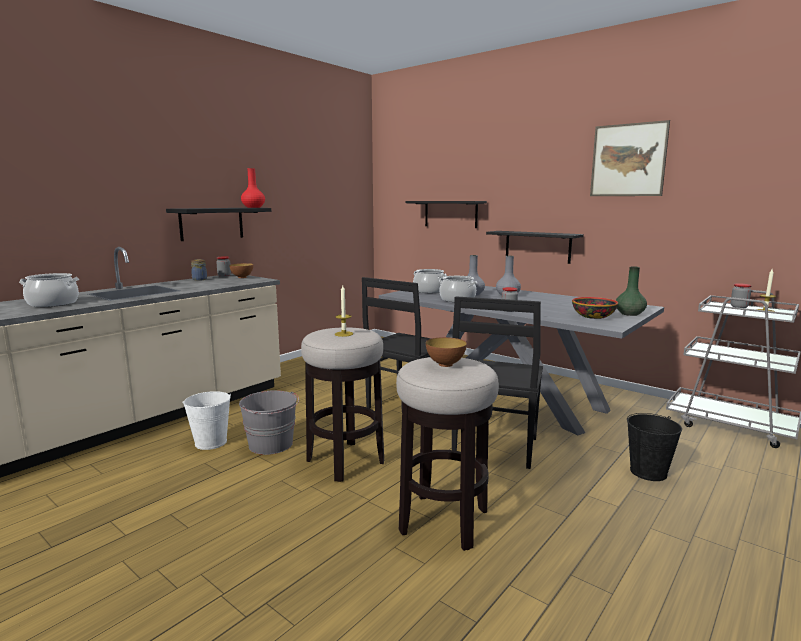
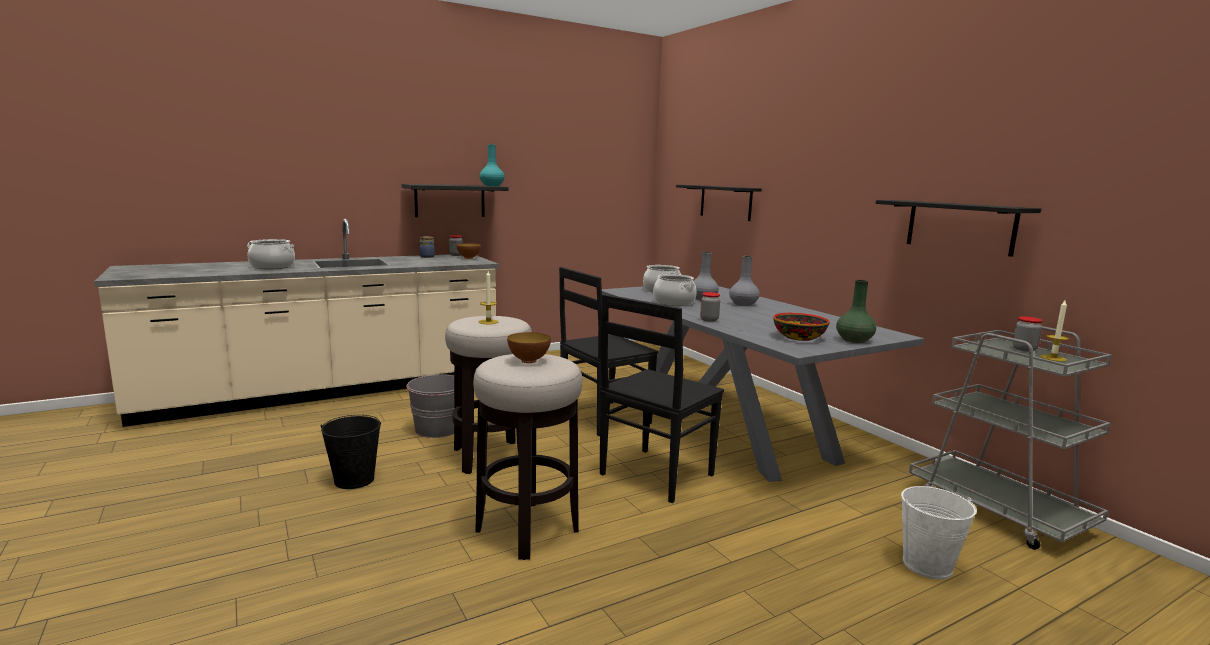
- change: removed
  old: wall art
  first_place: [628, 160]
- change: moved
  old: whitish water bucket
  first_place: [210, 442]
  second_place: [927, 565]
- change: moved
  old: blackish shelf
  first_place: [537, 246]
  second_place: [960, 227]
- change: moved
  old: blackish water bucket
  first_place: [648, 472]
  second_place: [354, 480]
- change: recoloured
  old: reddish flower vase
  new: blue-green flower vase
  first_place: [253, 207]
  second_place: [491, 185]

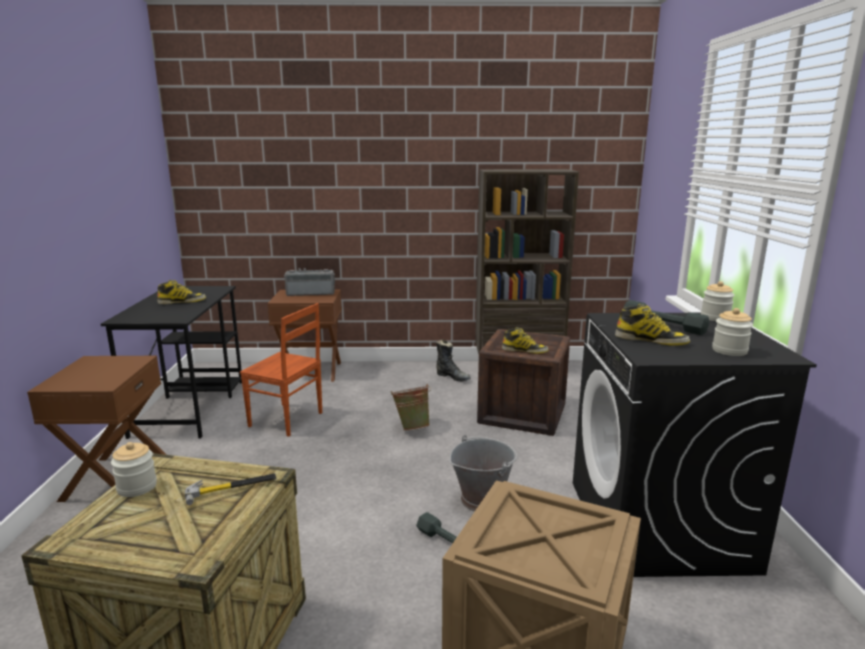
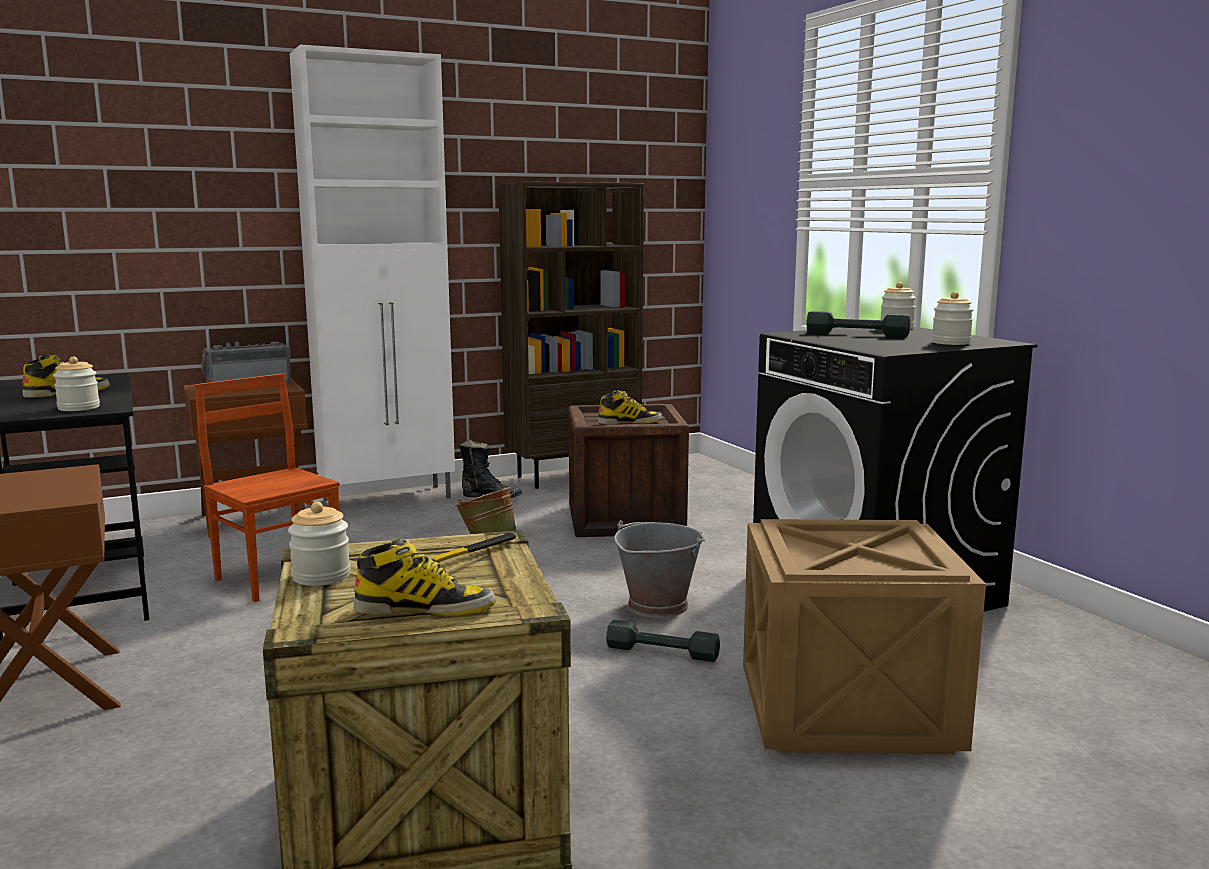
- change: added
  new: storage jar
  second_place: [79, 408]
- change: added
  new: whitish cupboard
  second_place: [389, 499]
- change: moved
  old: boot
  first_place: [651, 340]
  second_place: [425, 608]
- change: turned
  old: brownish upright chair
  first_place: [286, 420]
  second_place: [279, 577]
  degrees: -135

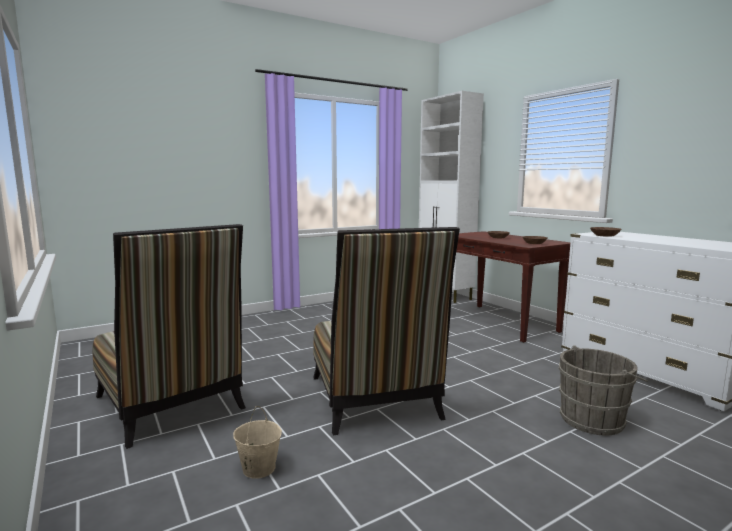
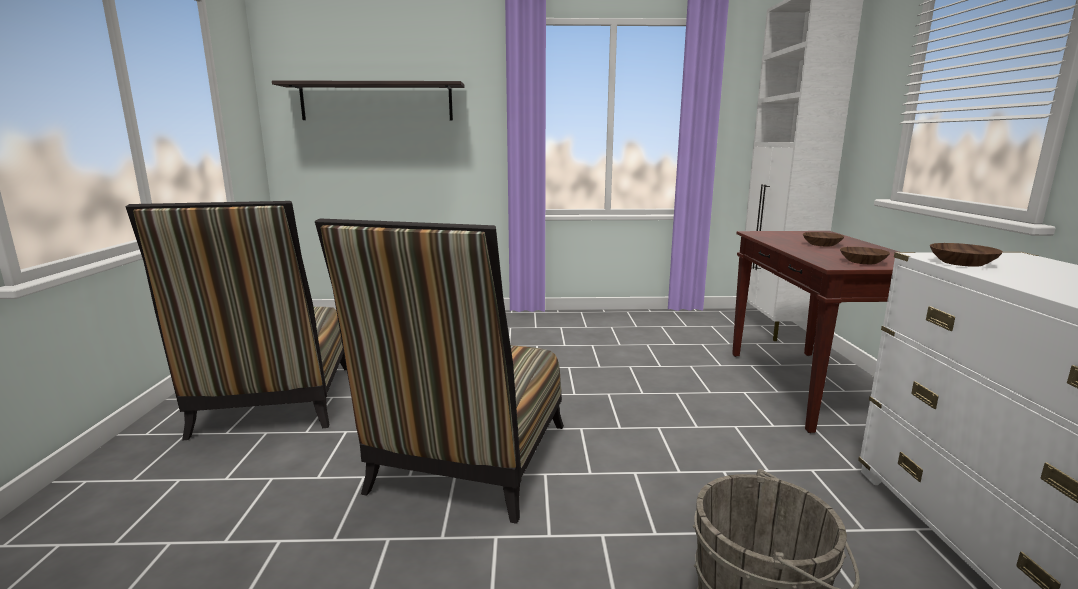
- change: removed
  old: sand-coloured water bucket
  first_place: [258, 468]
- change: added
  new: shelf
  second_place: [376, 102]

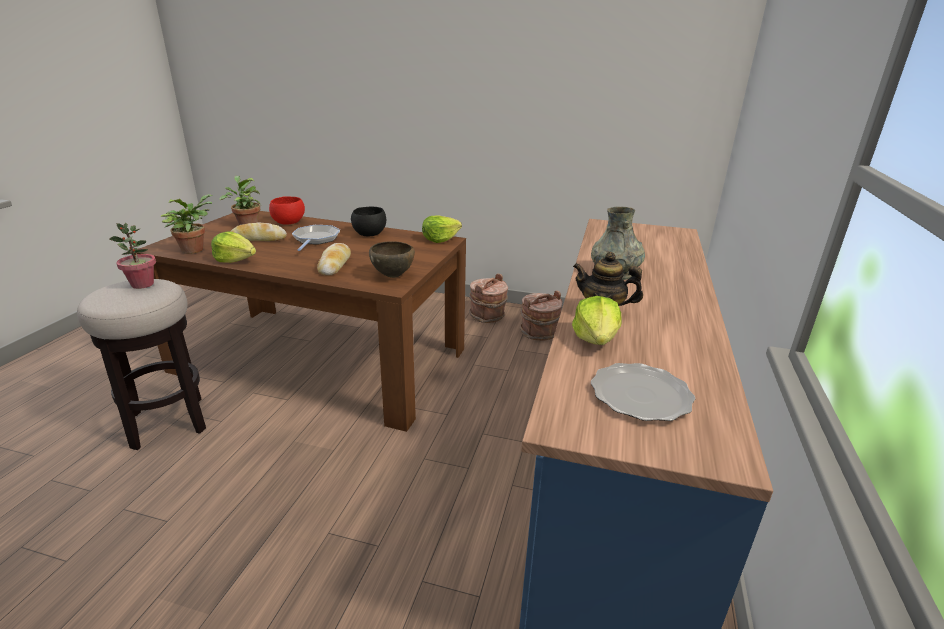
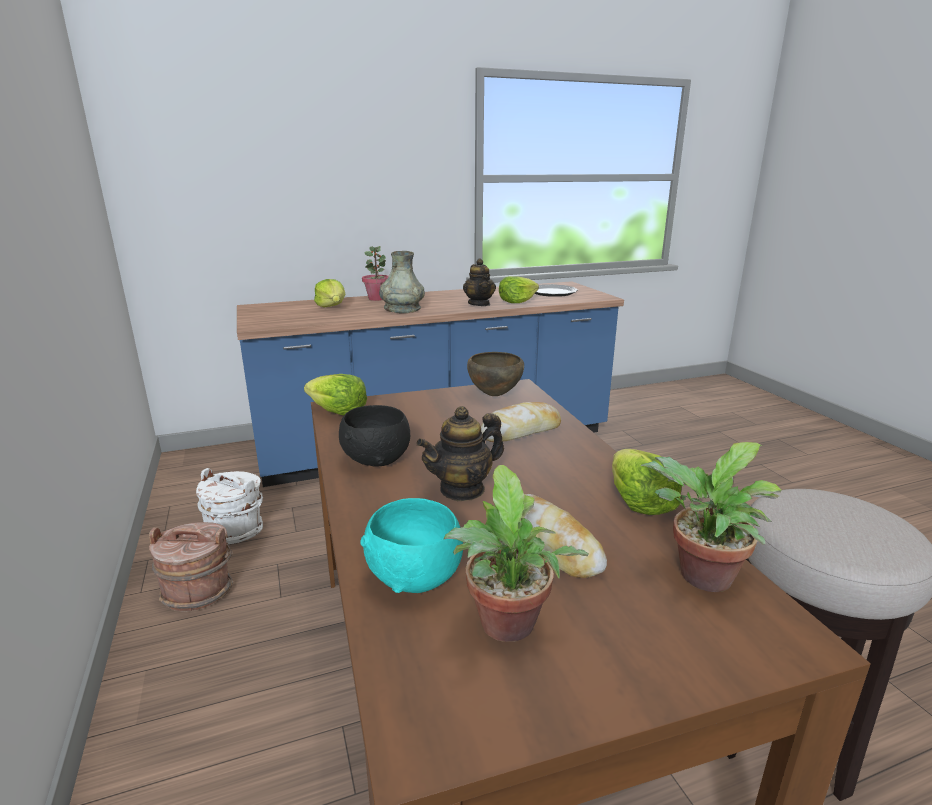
- change: added
  new: lettuce
  second_place: [332, 306]
- change: moved
  old: houseplant
  first_place: [142, 284]
  second_place: [377, 298]
- change: replaced
  old: pan
  new: pot for tea
  first_place: [315, 239]
  second_place: [462, 489]
- change: recoloured
  old: reddish bowl
  new: blue-green bowl
  first_place: [288, 223]
  second_place: [416, 577]
- change: recoloured
  old: brownish water bucket
  new: whitish water bucket
  first_place: [539, 333]
  second_place: [235, 530]

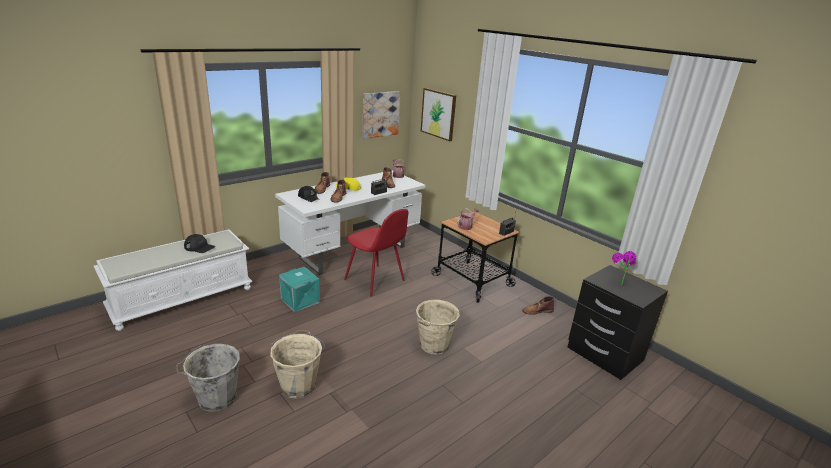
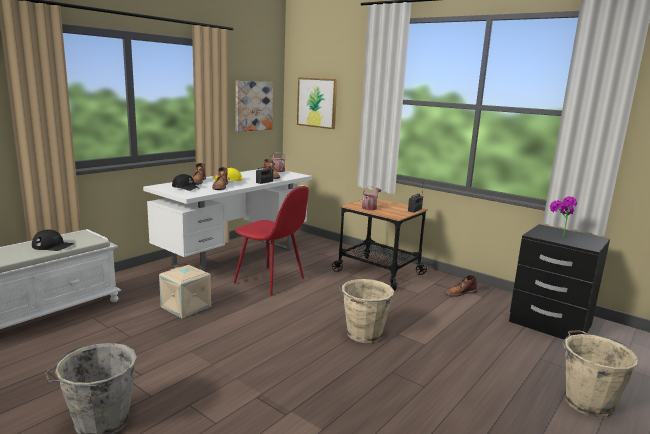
- change: moved
  old: sand-coloured water bucket
  first_place: [299, 385]
  second_place: [587, 402]
- change: recoloured
  old: blue-green storage box
  new: sand-coloured storage box
  first_place: [299, 300]
  second_place: [185, 307]

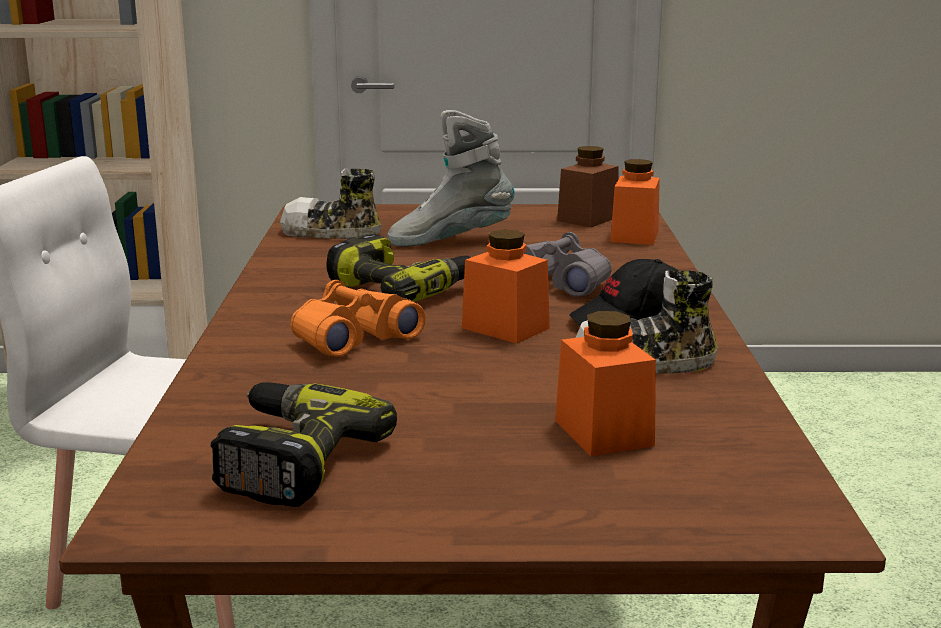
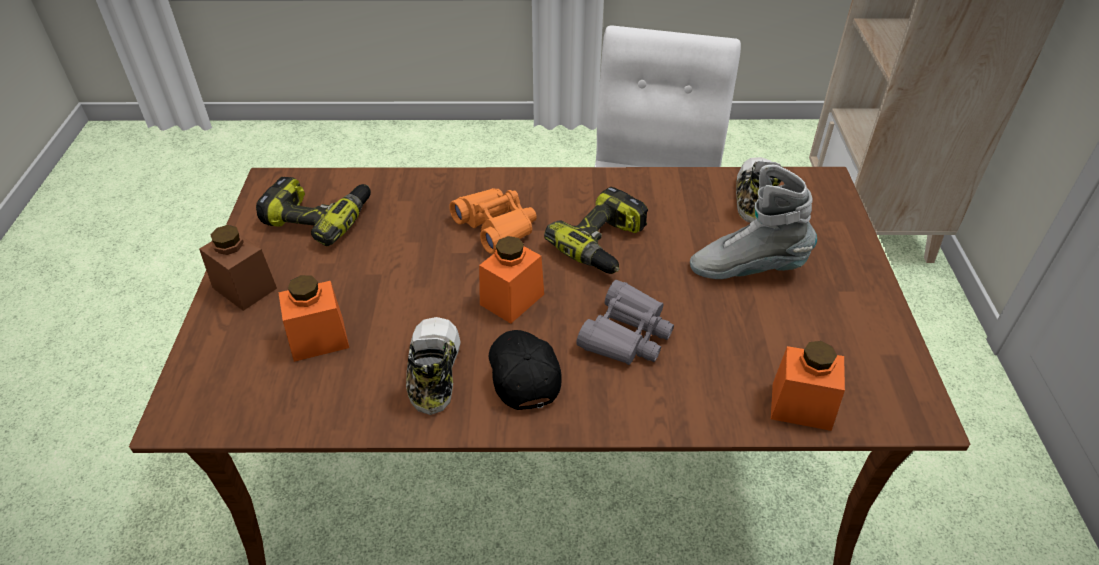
- change: moved
  old: brownish storage jar
  first_place: [588, 219]
  second_place: [244, 288]
- change: turned
  old: grey boot
  first_place: [450, 240]
  second_place: [747, 268]
  degrees: -75

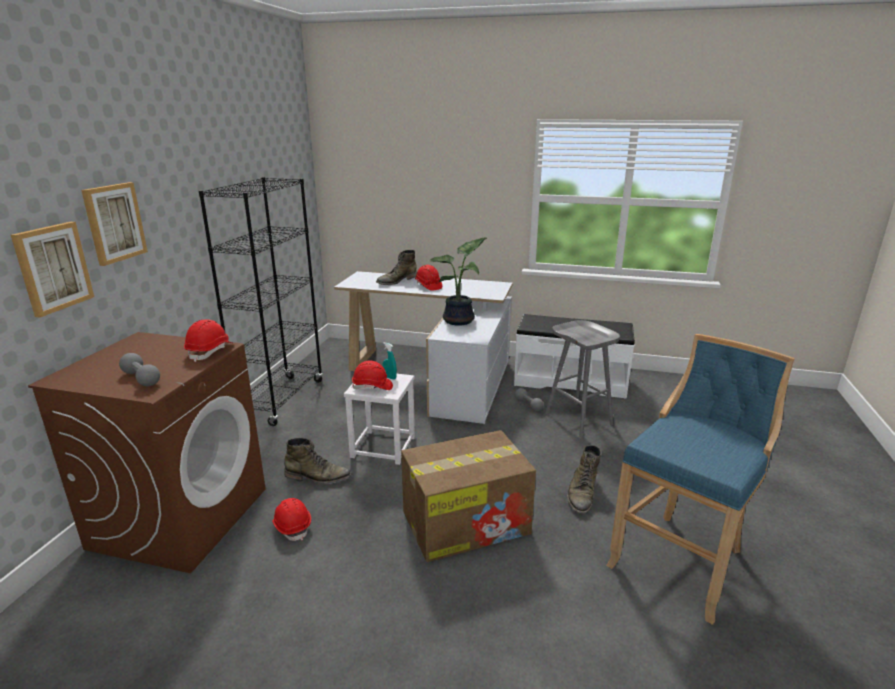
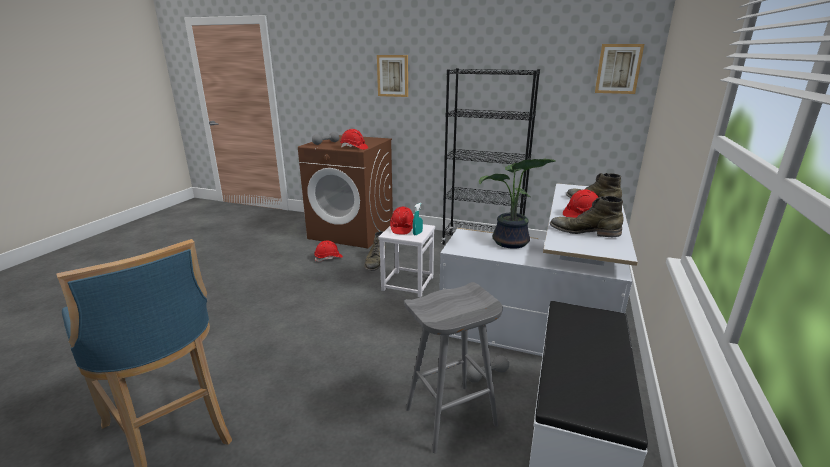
- change: removed
  old: packing box
  first_place: [467, 522]
- change: moved
  old: wall art
  first_place: [53, 268]
  second_place: [618, 69]
- change: moved
  old: greenish boot
  first_place: [581, 494]
  second_place: [584, 231]

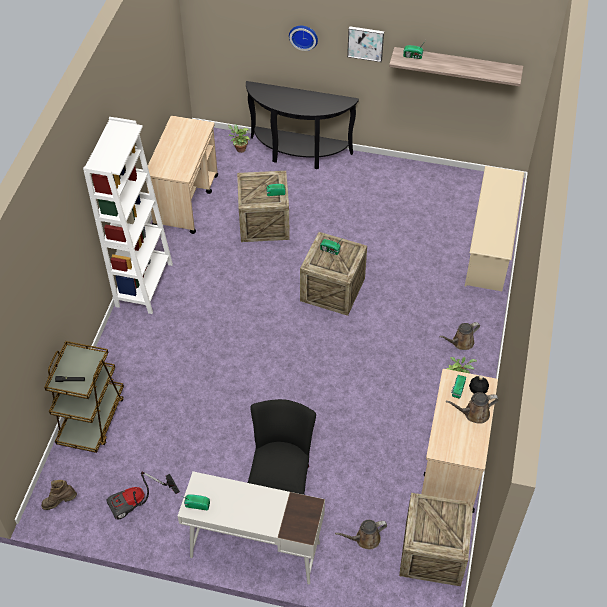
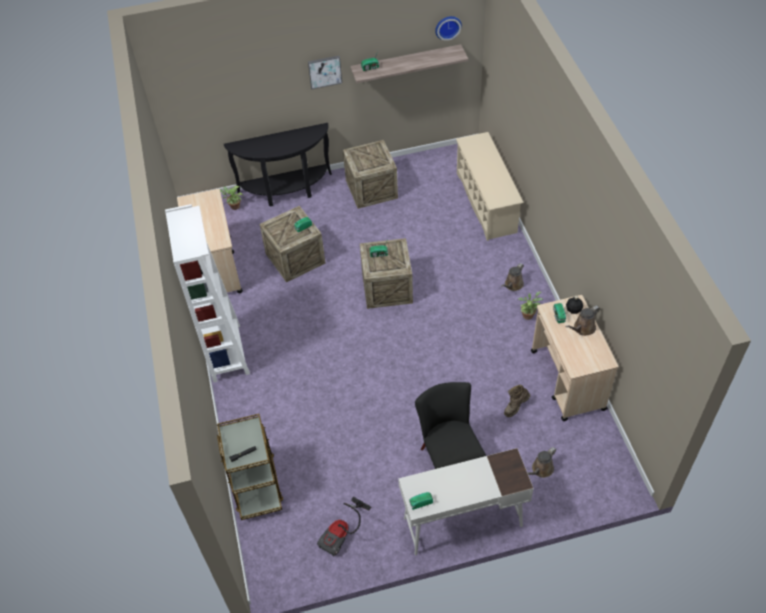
- change: moved
  old: brownish boot
  first_place: [60, 502]
  second_place: [515, 406]
- change: moved
  old: hanging clock
  first_place: [303, 36]
  second_place: [447, 26]
- change: moved
  old: crate
  first_place: [432, 552]
  second_place: [371, 189]

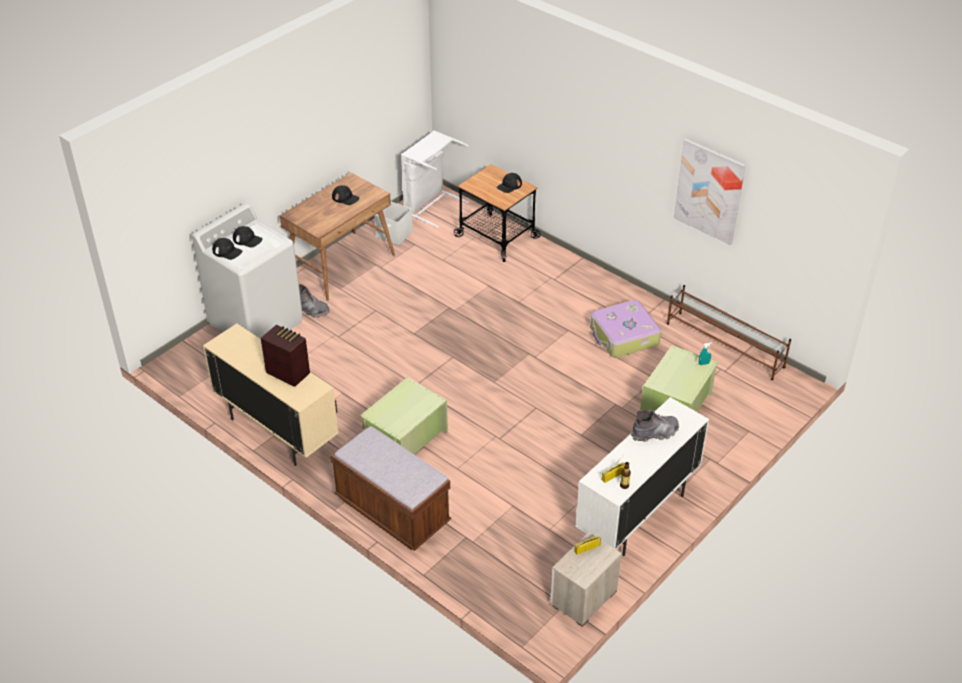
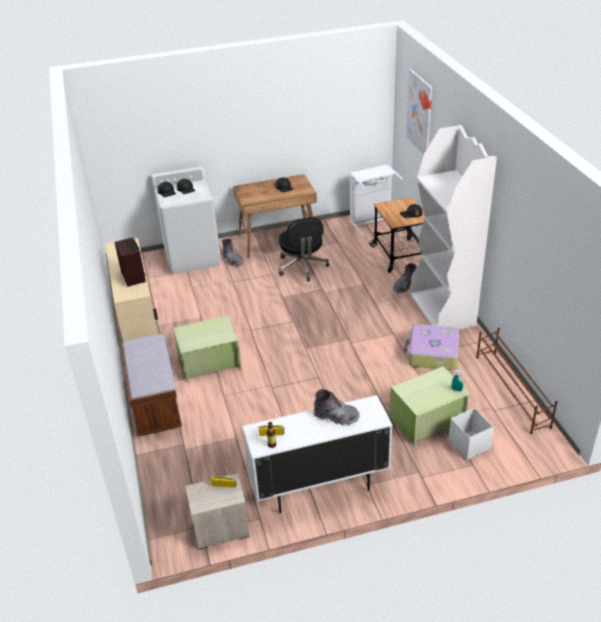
- change: added
  new: blackish computer chair
  second_place: [302, 267]
- change: added
  new: grey boot
  second_place: [404, 286]
- change: added
  new: whitish bookcase
  second_place: [443, 310]
- change: moved
  old: whitish storage box
  first_place: [394, 235]
  second_place: [469, 445]
- change: moved
  old: wall art
  first_place: [709, 191]
  second_place: [420, 113]

